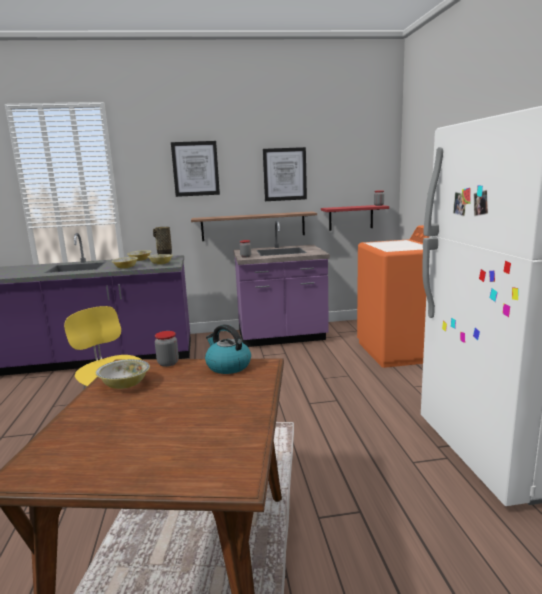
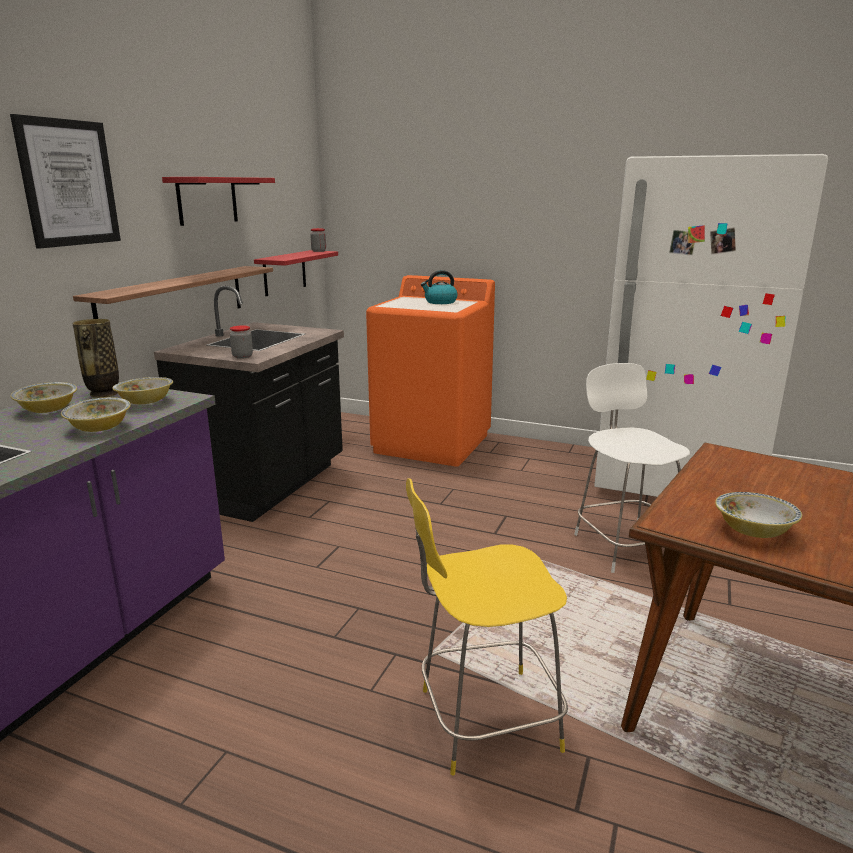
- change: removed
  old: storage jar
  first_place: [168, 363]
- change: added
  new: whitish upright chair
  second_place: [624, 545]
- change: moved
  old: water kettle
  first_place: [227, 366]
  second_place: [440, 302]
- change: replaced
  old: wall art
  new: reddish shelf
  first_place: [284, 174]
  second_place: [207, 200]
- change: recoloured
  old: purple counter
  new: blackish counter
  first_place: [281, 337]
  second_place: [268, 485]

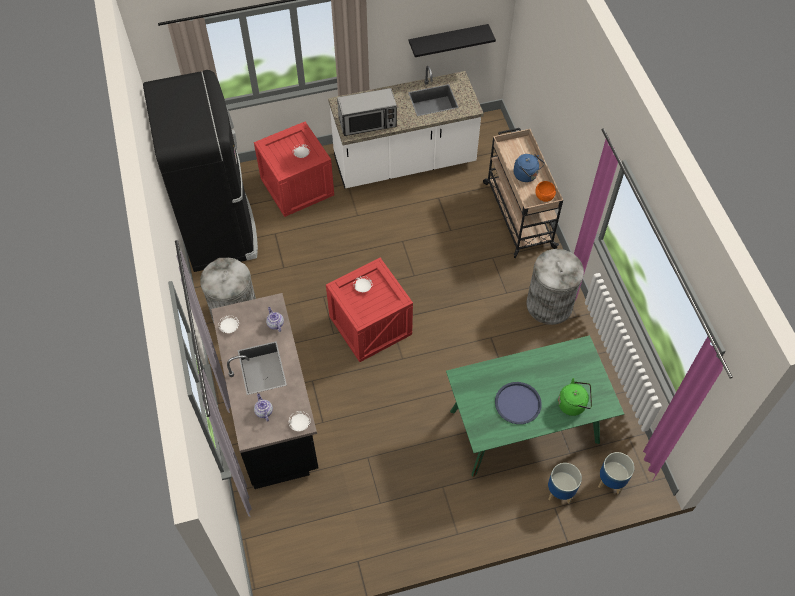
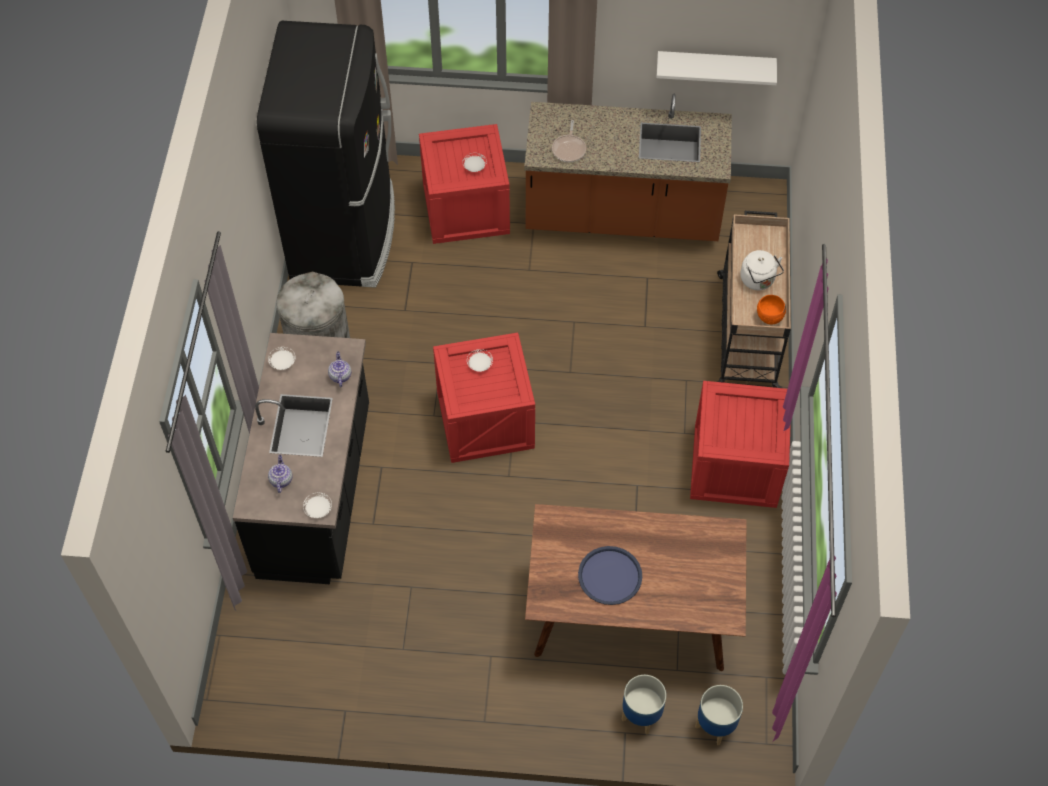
- change: removed
  old: greenish water kettle
  first_place: [573, 404]
- change: replaced
  old: kitchen microwave
  new: pan
  first_place: [368, 122]
  second_place: [569, 149]
- change: replaced
  old: grey rubbish bin
  new: crate
  first_place: [549, 305]
  second_place: [736, 467]
- change: recoloured
  old: whitish counter
  new: brownish counter
  first_place: [404, 162]
  second_place: [622, 216]
- change: recoloured
  old: blackish shelf
  new: whitish shelf
  first_place: [448, 40]
  second_place: [715, 66]
- change: recoloured
  old: greenish kitchen table
  new: brownish kitchen table
  first_place: [524, 427]
  second_place: [630, 616]
- change: recoloured
  old: blue-coloured water kettle
  new: whitish water kettle
  first_place: [526, 175]
  second_place: [758, 281]

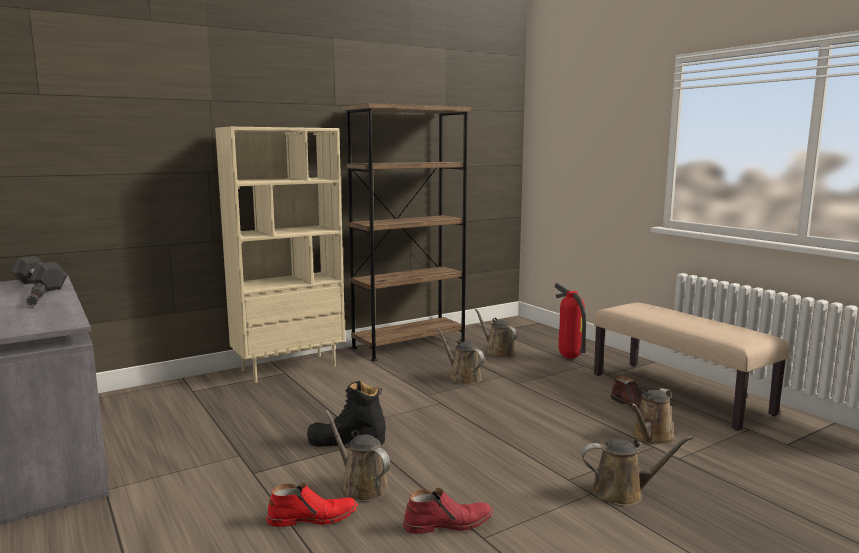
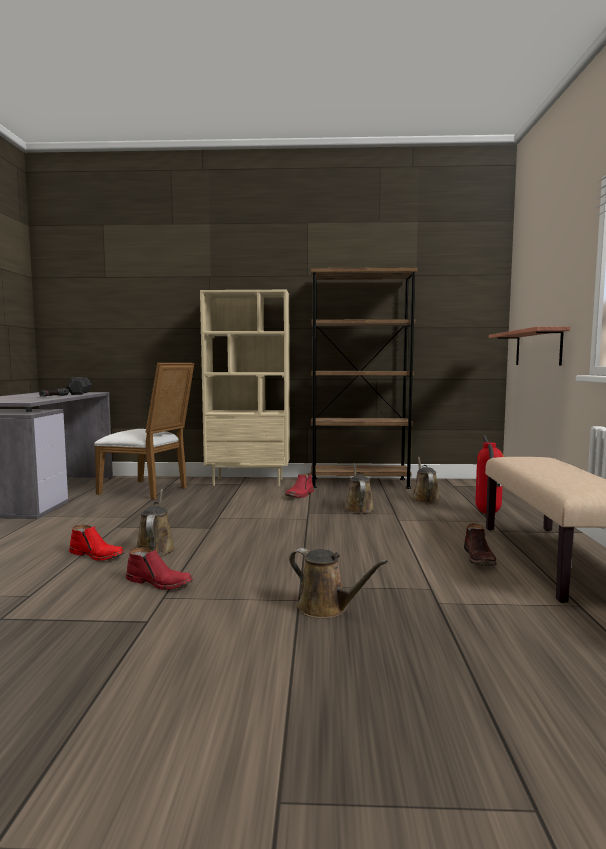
- change: removed
  old: blackish boot
  first_place: [346, 441]
- change: removed
  old: brownish watering can
  first_place: [651, 437]
- change: added
  new: whitish upright chair
  second_place: [148, 490]
- change: added
  new: reddish boot
  second_place: [300, 495]
- change: added
  new: shelf
  second_place: [538, 348]

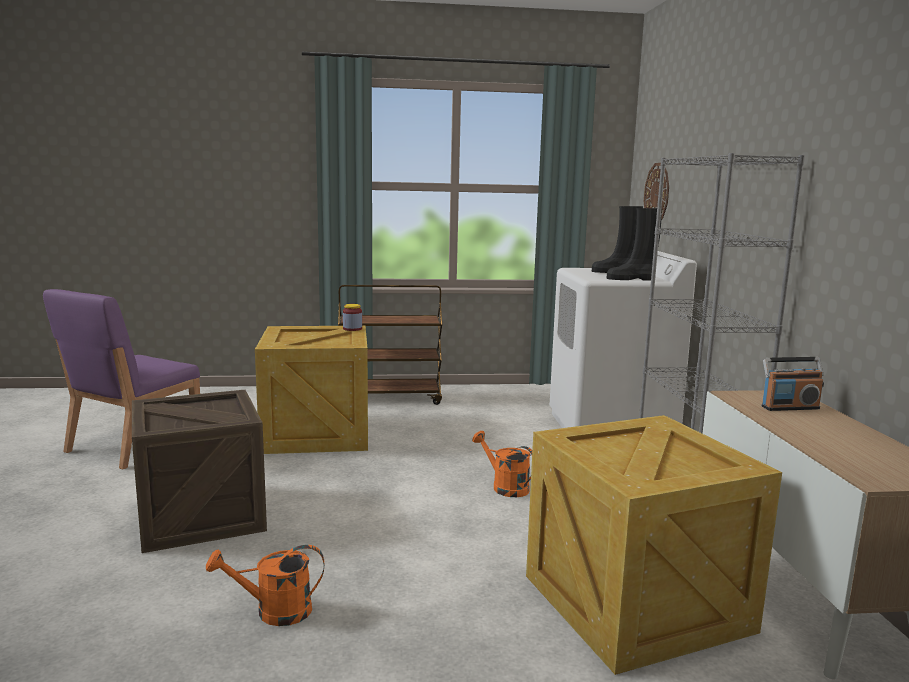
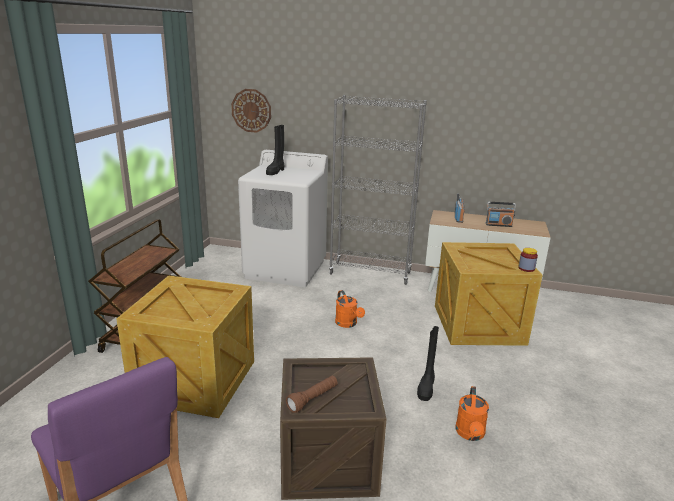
- change: added
  new: brownish hand torch
  second_place: [313, 399]
- change: added
  new: radio
  second_place: [498, 225]
- change: moved
  old: storage jar
  first_place: [352, 329]
  second_place: [526, 268]
- change: moved
  old: blackish boot
  first_place: [631, 279]
  second_place: [426, 387]
- change: turned
  old: orange-coloured watering can
  first_place: [505, 487]
  second_place: [348, 324]
  degrees: -90

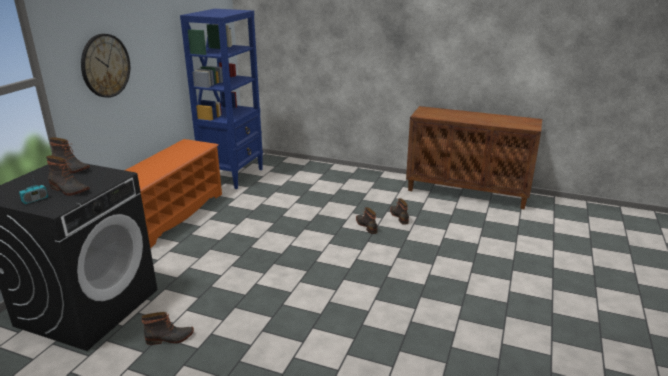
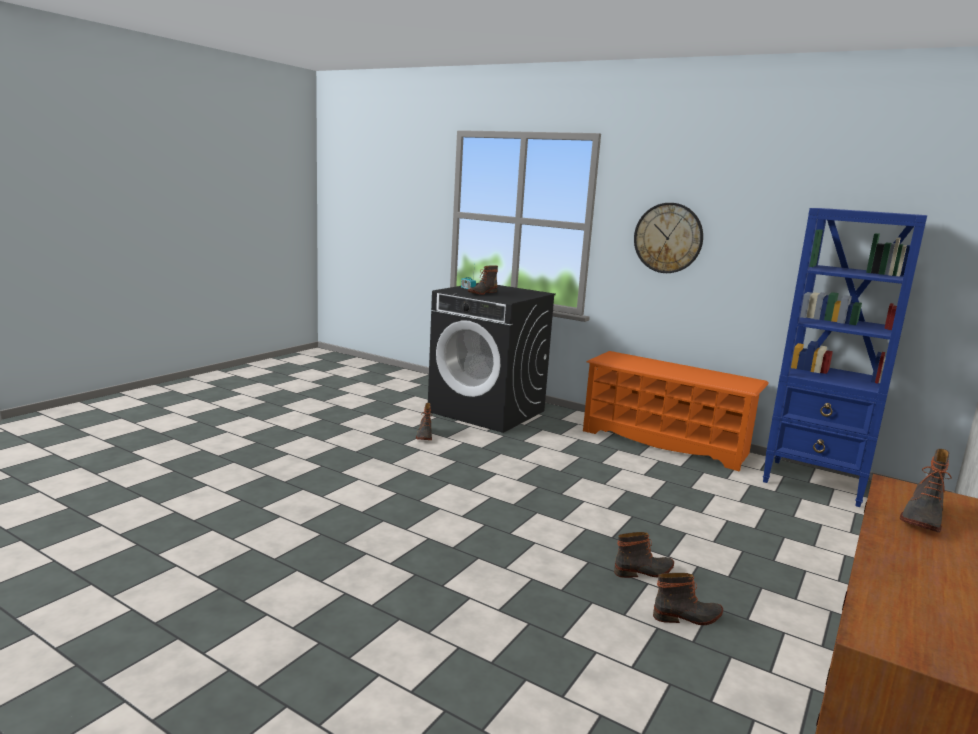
- change: moved
  old: boot
  first_place: [70, 169]
  second_place: [921, 517]

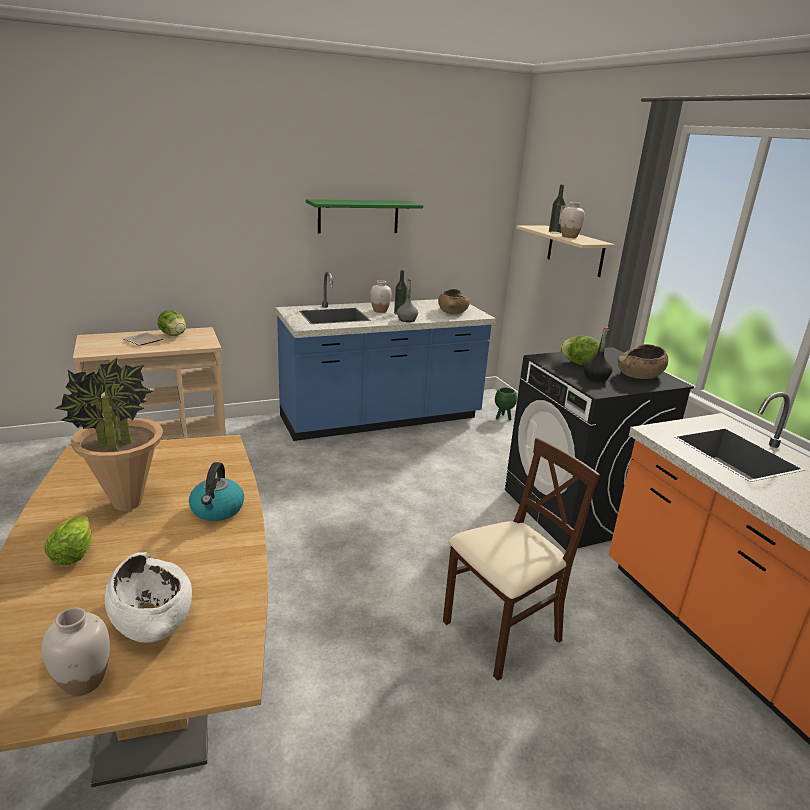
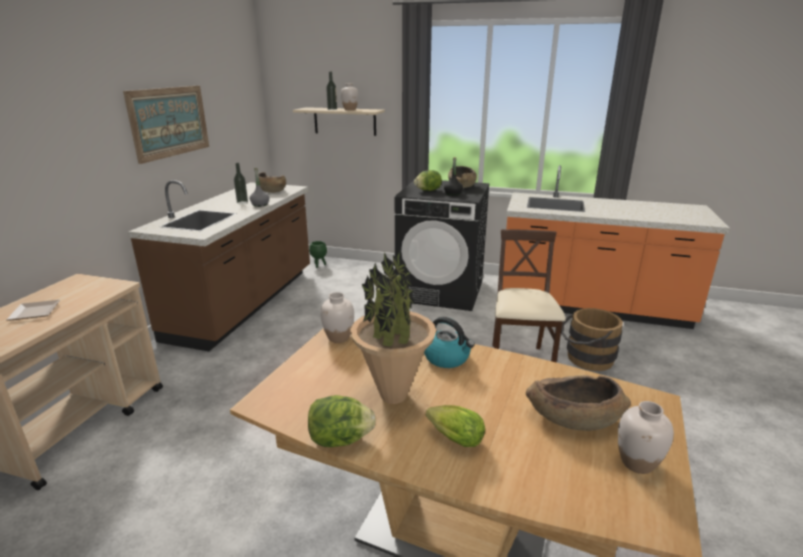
- change: added
  new: brownish water bucket
  second_place: [585, 359]
- change: moved
  old: lettuce
  first_place: [174, 335]
  second_place: [340, 439]
- change: moved
  old: whitish flower vase
  first_place: [380, 311]
  second_place: [339, 338]
- change: replaced
  old: greenish shelf
  new: wall art
  first_place: [358, 216]
  second_place: [170, 122]
- change: recoloured
  old: whitish bowl
  new: brownish bowl
  first_place: [151, 616]
  second_place: [573, 417]
- change: recoloured
  old: blue-coloured counter
  new: brownish counter
  first_place: [381, 419]
  second_place: [245, 303]

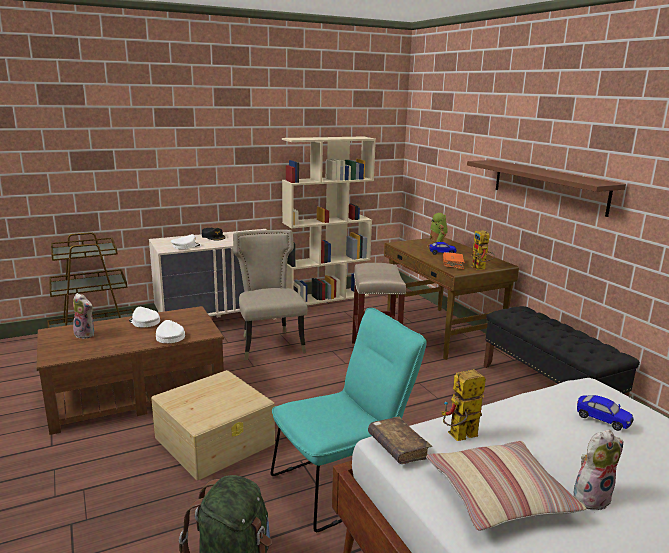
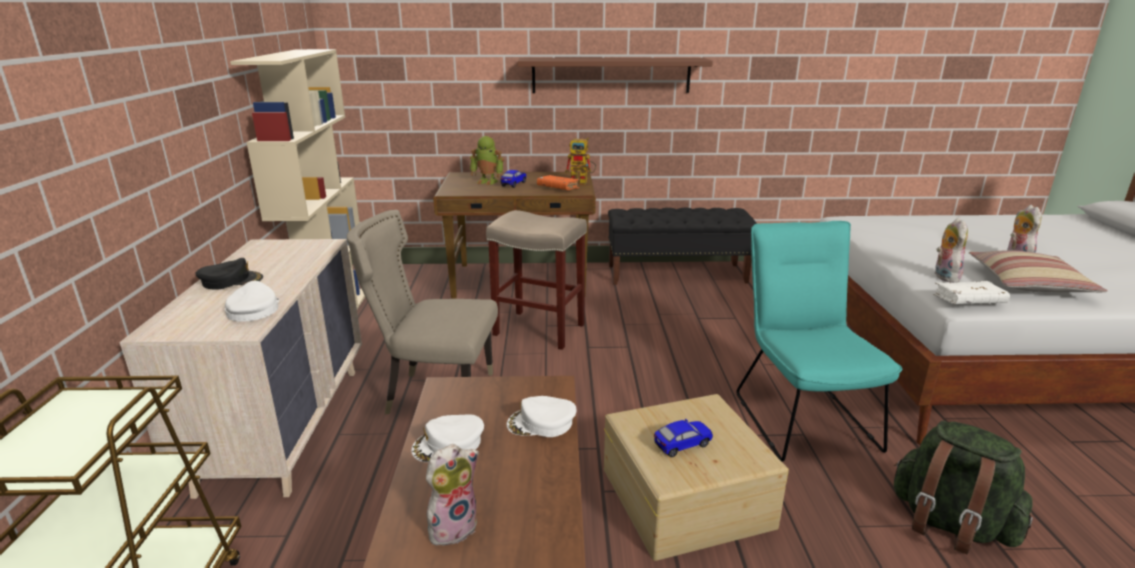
- change: moved
  old: toy car
  first_place: [602, 420]
  second_place: [682, 445]
- change: replaced
  old: model robot
  new: cuddly toy
  first_place: [459, 437]
  second_place: [943, 276]
- change: recoloured
  old: brownish book
  new: whitish book
  first_place: [398, 447]
  second_place: [968, 301]

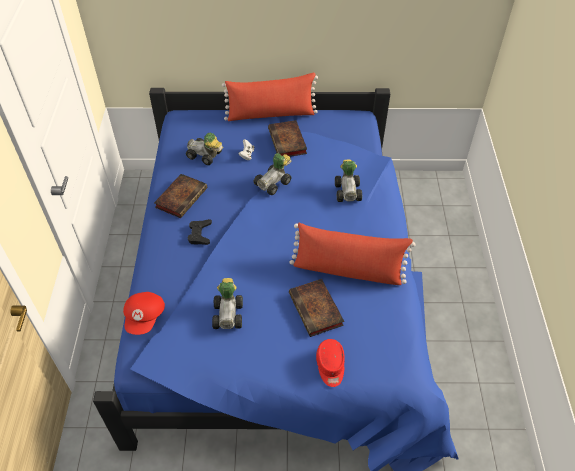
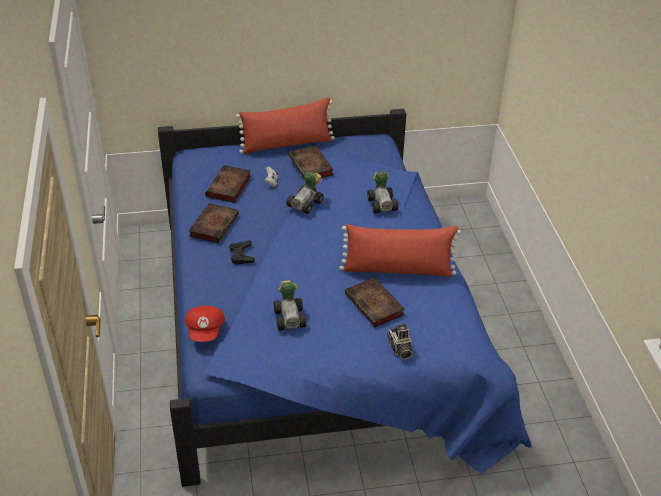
- change: replaced
  old: toy car
  new: book
  first_place: [205, 156]
  second_place: [229, 187]
- change: replaced
  old: reddish baseball cap
  new: photo camera
  first_place: [330, 366]
  second_place: [399, 349]

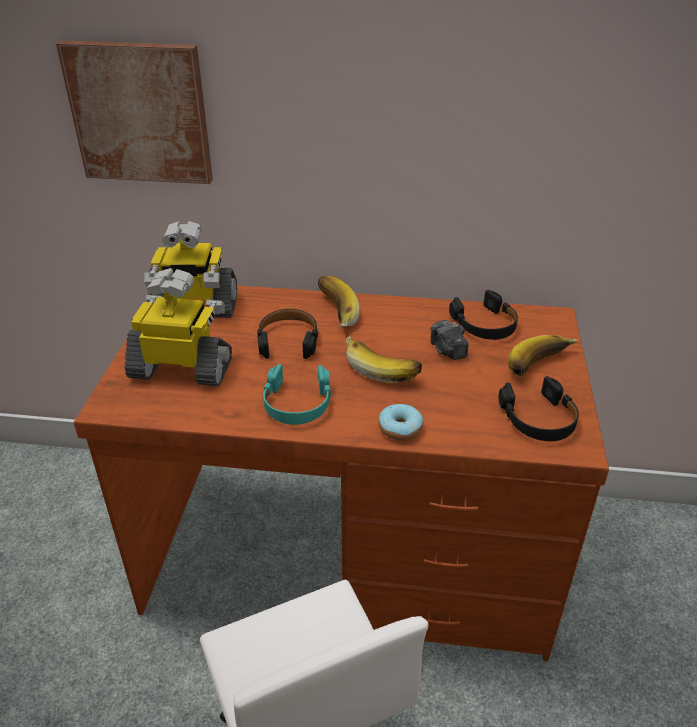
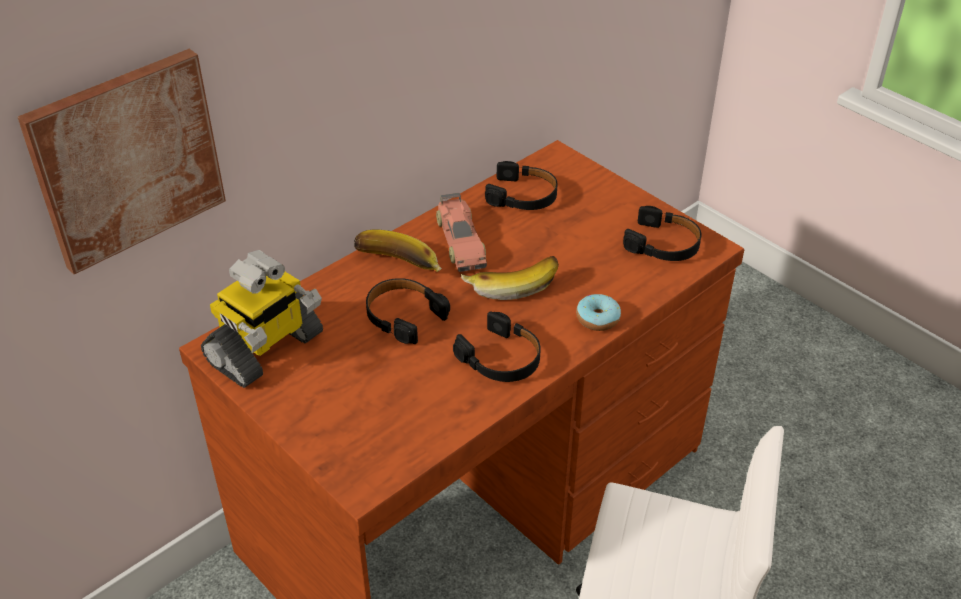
- change: removed
  old: model robot
  first_place: [183, 368]
- change: removed
  old: photo camera
  first_place: [447, 350]
- change: removed
  old: whole banana
  first_place: [541, 367]
- change: added
  new: toy car
  second_place: [461, 241]
- change: recoloured
  old: blue-green pair of headphones
  new: blackish pair of headphones
  first_place: [297, 403]
  second_place: [501, 358]

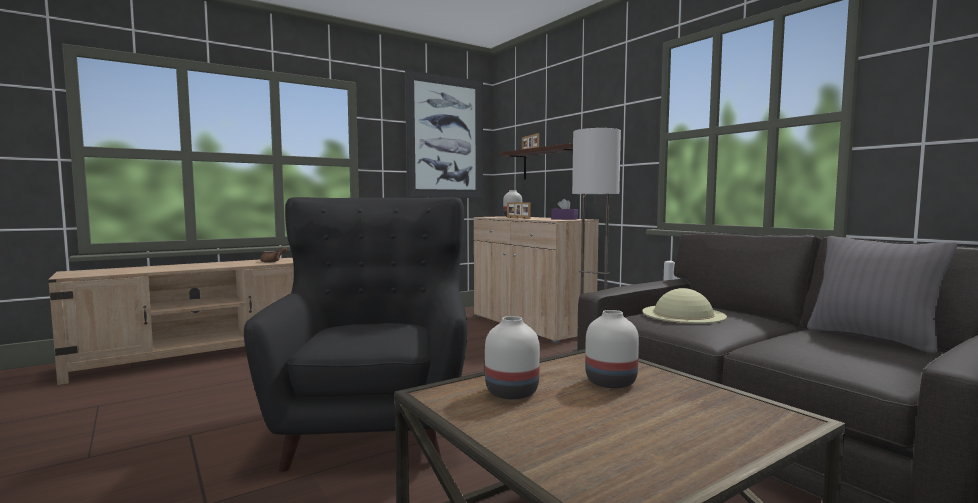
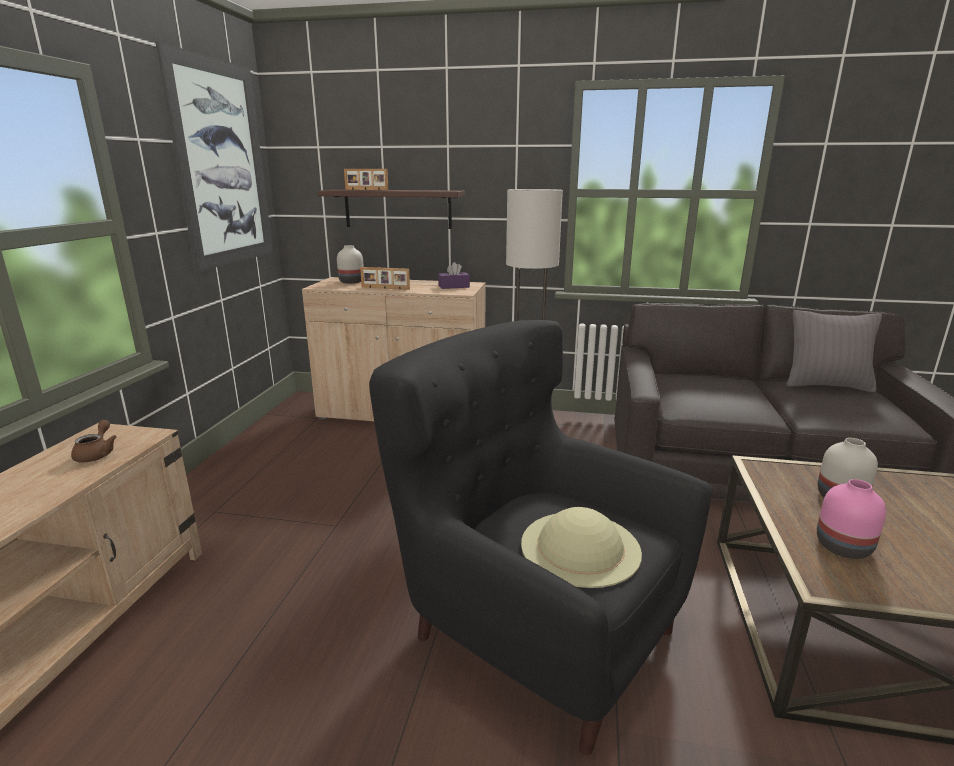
- change: moved
  old: sand-coloured hat
  first_place: [683, 314]
  second_place: [580, 547]
- change: recoloured
  old: whitish flower vase
  new: pink flower vase
  first_place: [510, 392]
  second_place: [842, 547]

